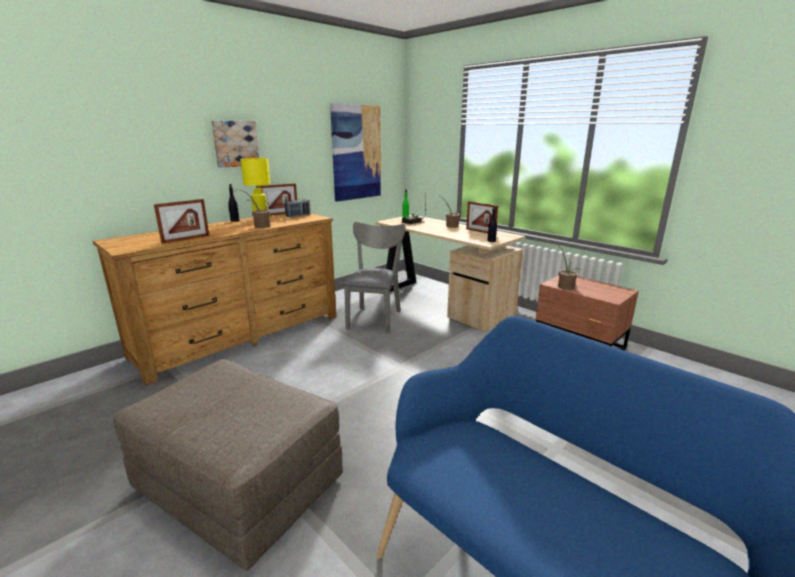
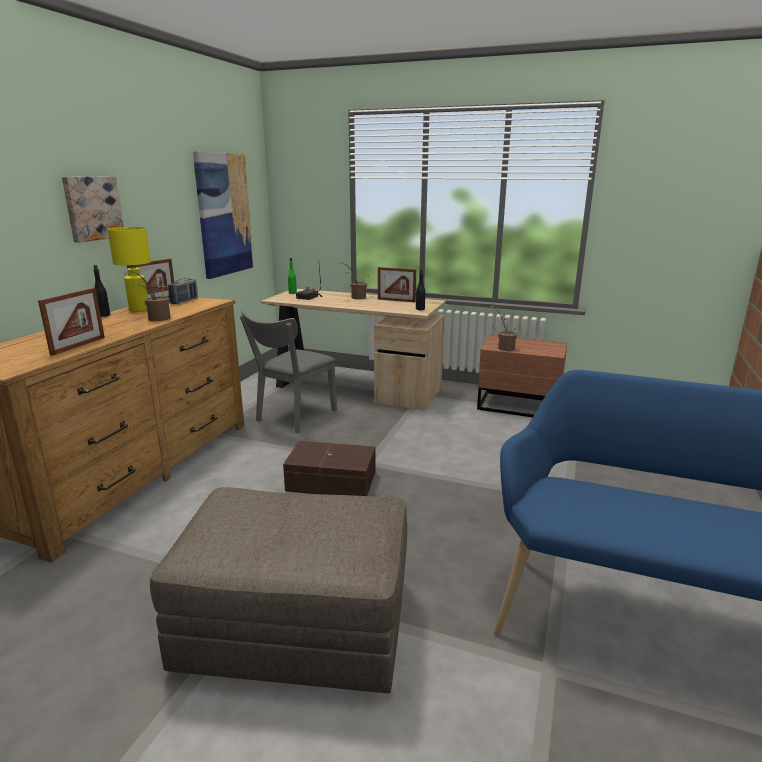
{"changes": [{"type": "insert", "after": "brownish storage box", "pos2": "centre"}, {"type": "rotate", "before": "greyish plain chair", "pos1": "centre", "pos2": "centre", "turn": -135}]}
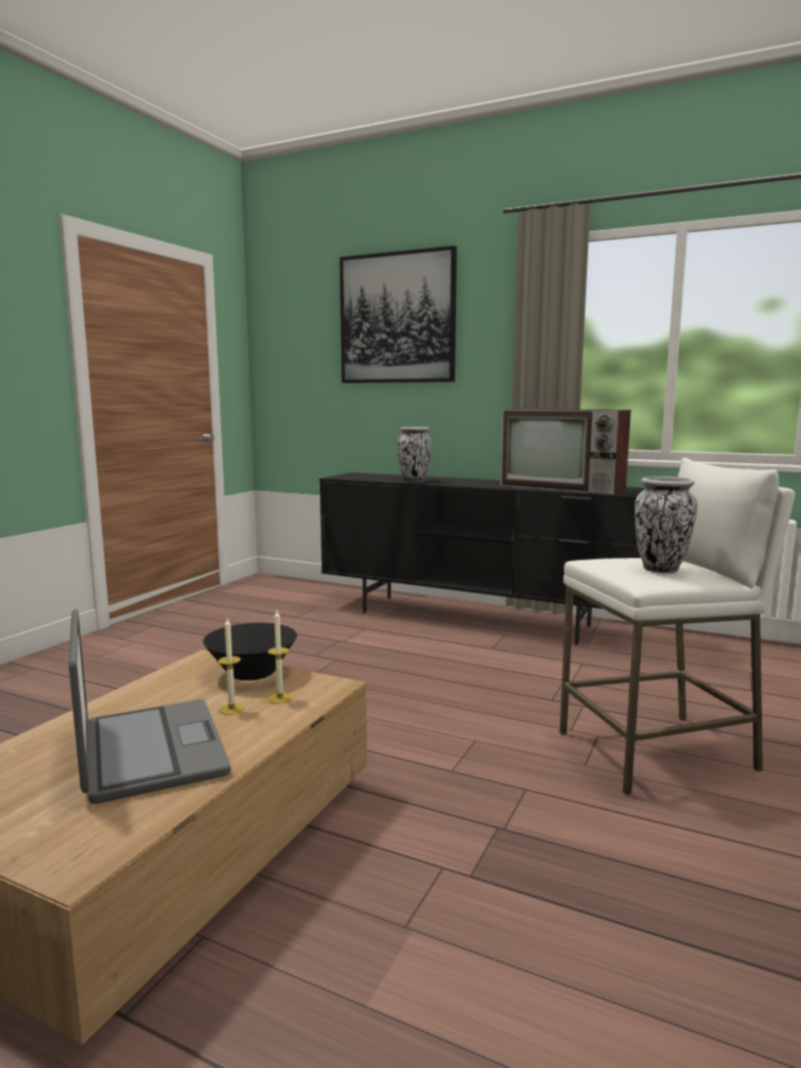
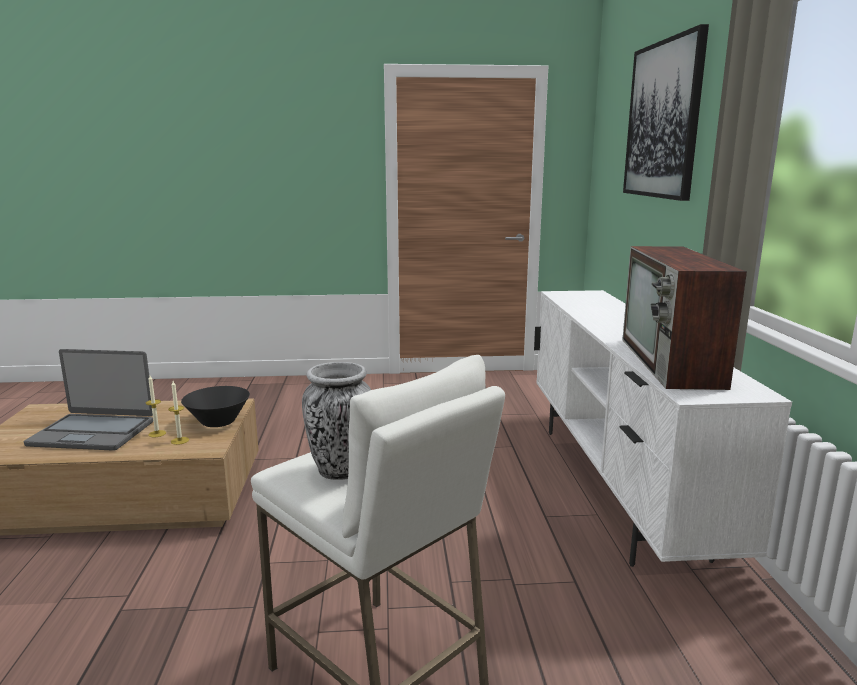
{"changes": [{"type": "delete", "before": "vase (1st from left)", "pos1": "centre"}, {"type": "recolor", "before": "black-coloured media console", "after": "whitish media console", "pos1": "centre", "pos2": "middle right"}, {"type": "rotate", "before": "notebook computer", "pos1": "middle left", "pos2": "middle left", "turn": 60}]}
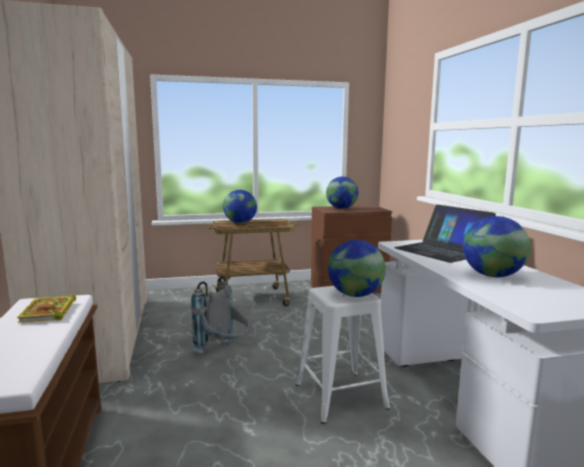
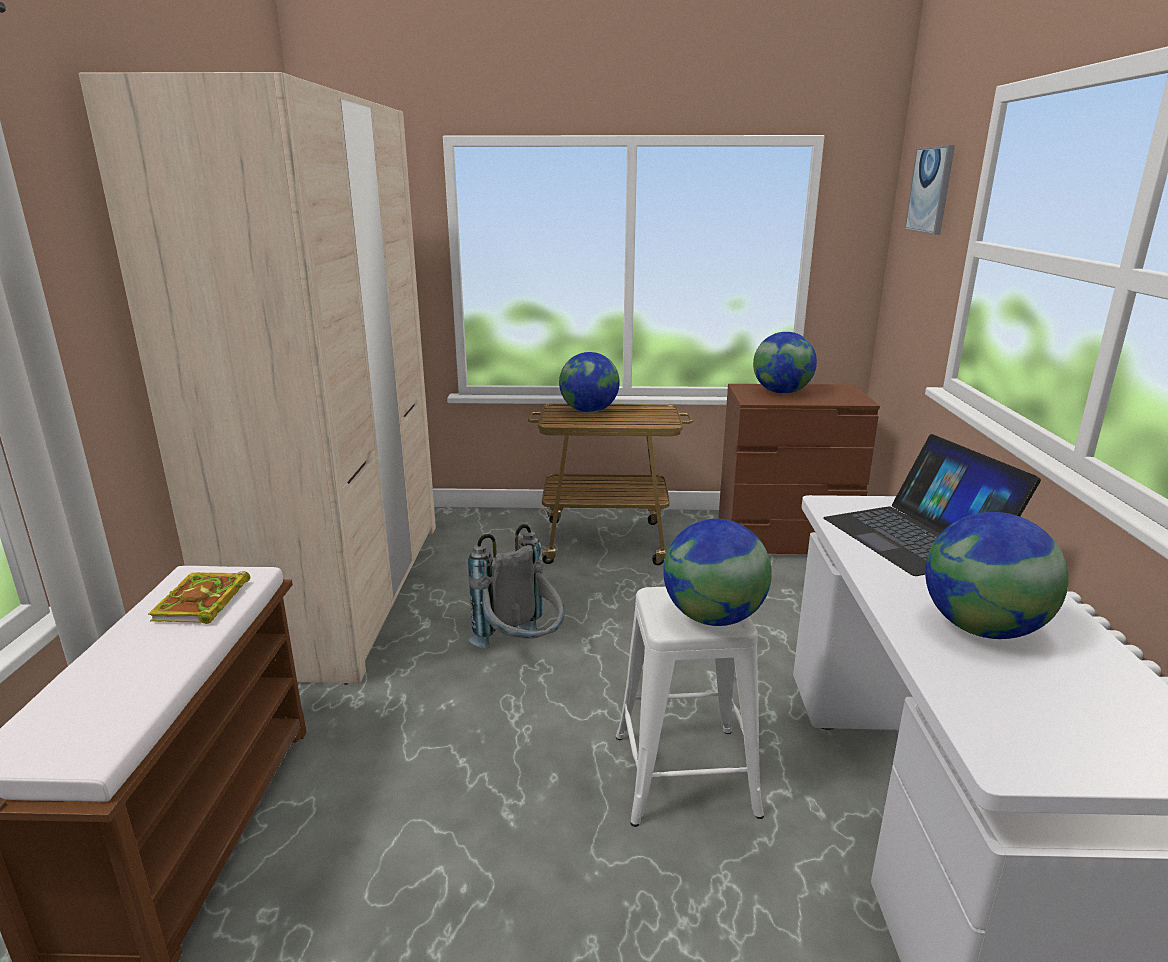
{"changes": [{"type": "insert", "after": "wall picture", "pos2": "top right"}]}
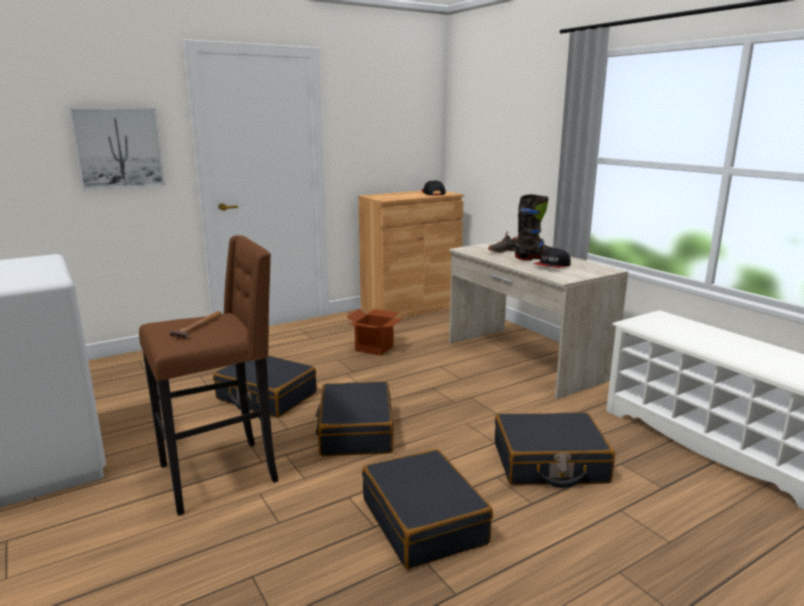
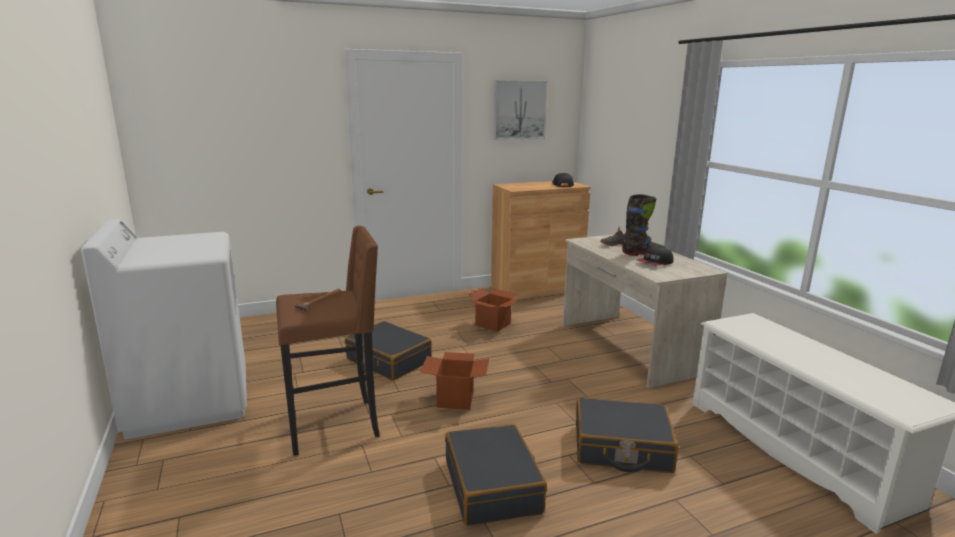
{"changes": [{"type": "move", "before": "wall picture", "pos1": "top left", "pos2": "top centre"}, {"type": "replace", "before": "black-coloured suitcase (2nd from left)", "after": "packing box (1st from left)", "pos1": "bottom centre", "pos2": "bottom centre"}]}
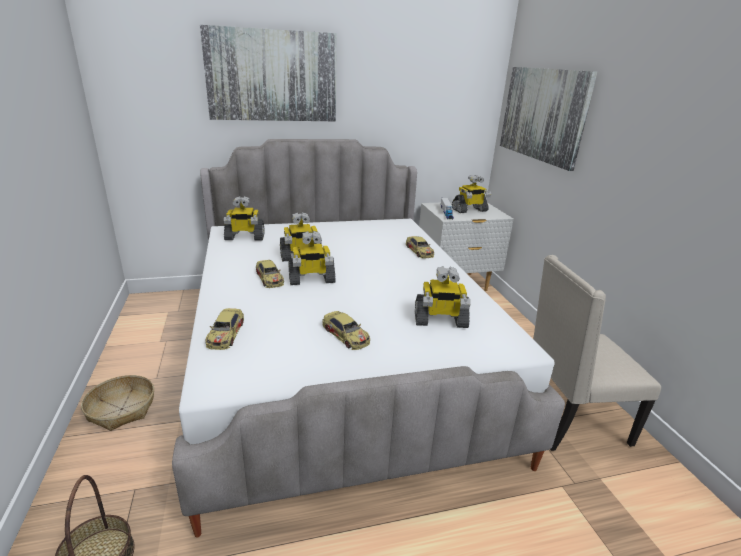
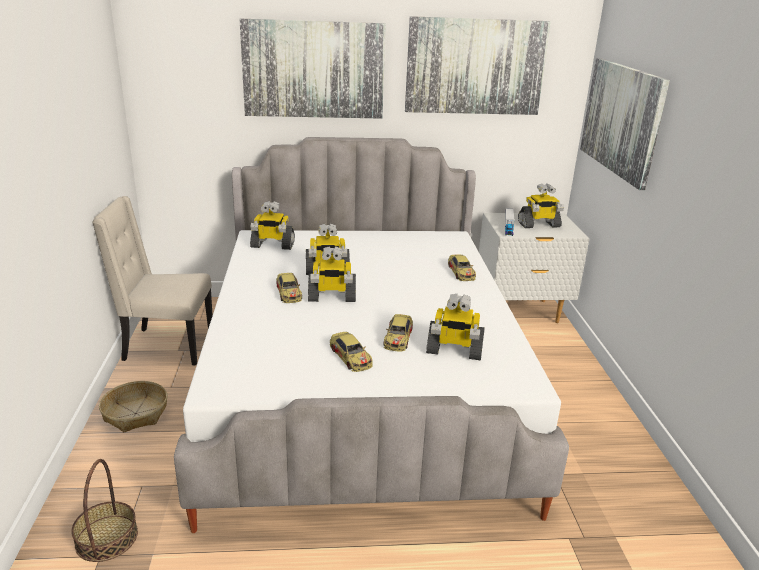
{"changes": [{"type": "insert", "after": "wall picture (2nd from left)", "pos2": "top centre"}, {"type": "move", "before": "toy car (1st from left in the first image)", "after": "toy car (3rd from left)", "pos1": "middle left", "pos2": "centre"}, {"type": "move", "before": "beige-coloured plain chair", "pos1": "middle right", "pos2": "middle left"}]}
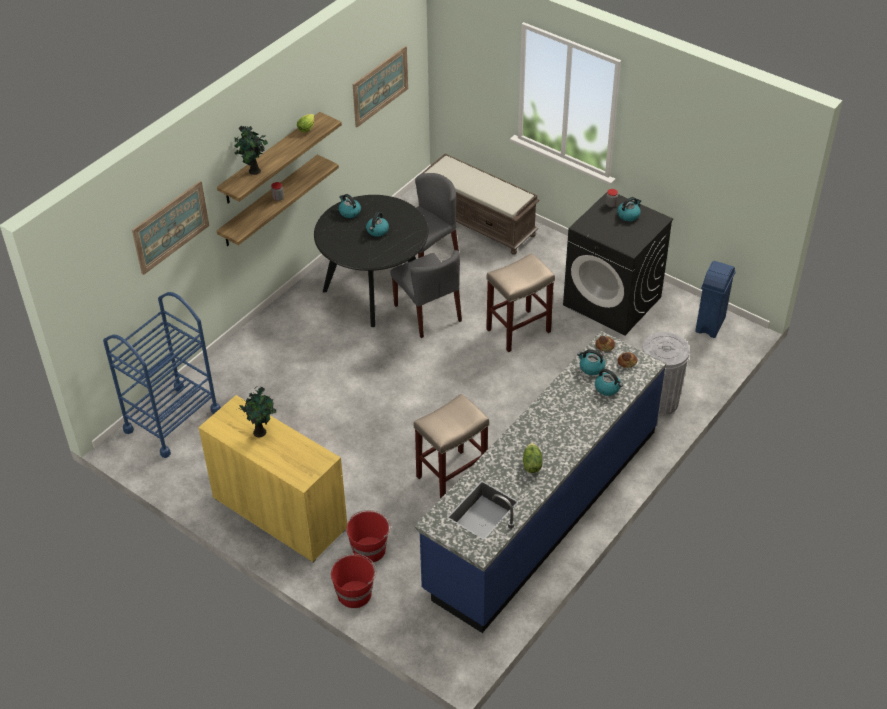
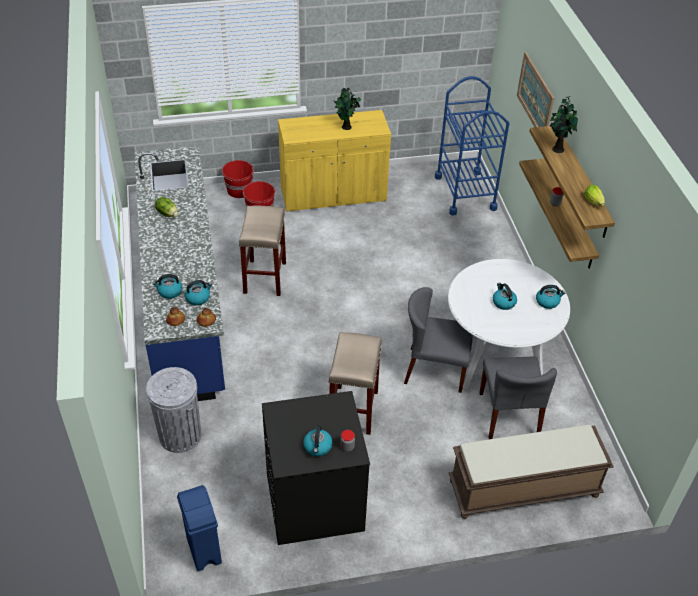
{"changes": [{"type": "delete", "before": "wall picture (2nd from left)", "pos1": "top centre"}, {"type": "recolor", "before": "black-coloured dining table", "after": "whitish dining table", "pos1": "centre", "pos2": "middle right"}]}
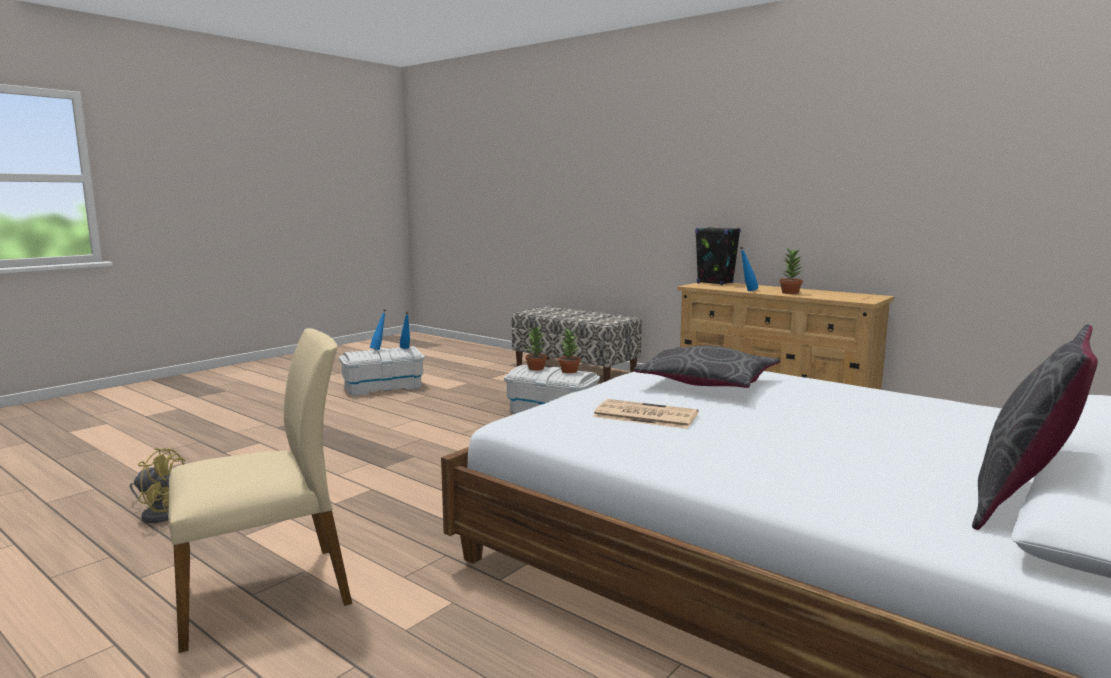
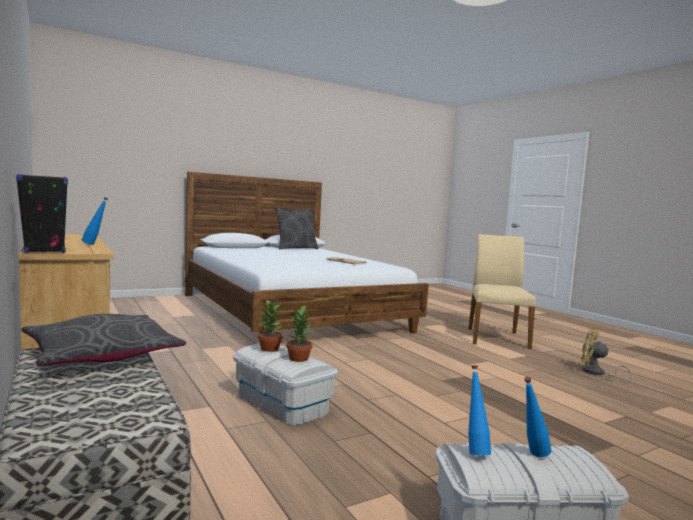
{"changes": [{"type": "delete", "before": "plant in a pot (3rd from left)", "pos1": "middle right"}, {"type": "move", "before": "greyish pillow (1st from left)", "pos1": "centre", "pos2": "middle left"}, {"type": "rotate", "before": "beige-coloured plain chair", "pos1": "bottom left", "pos2": "middle right", "turn": 105}]}
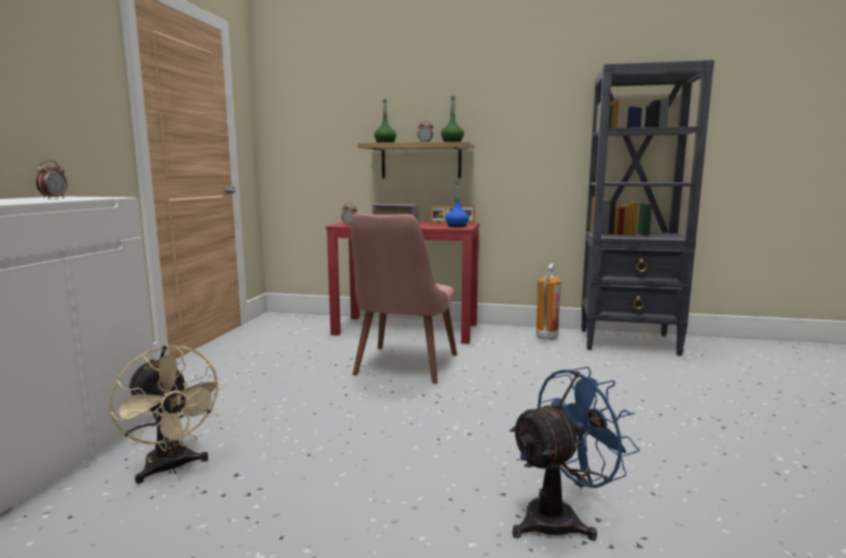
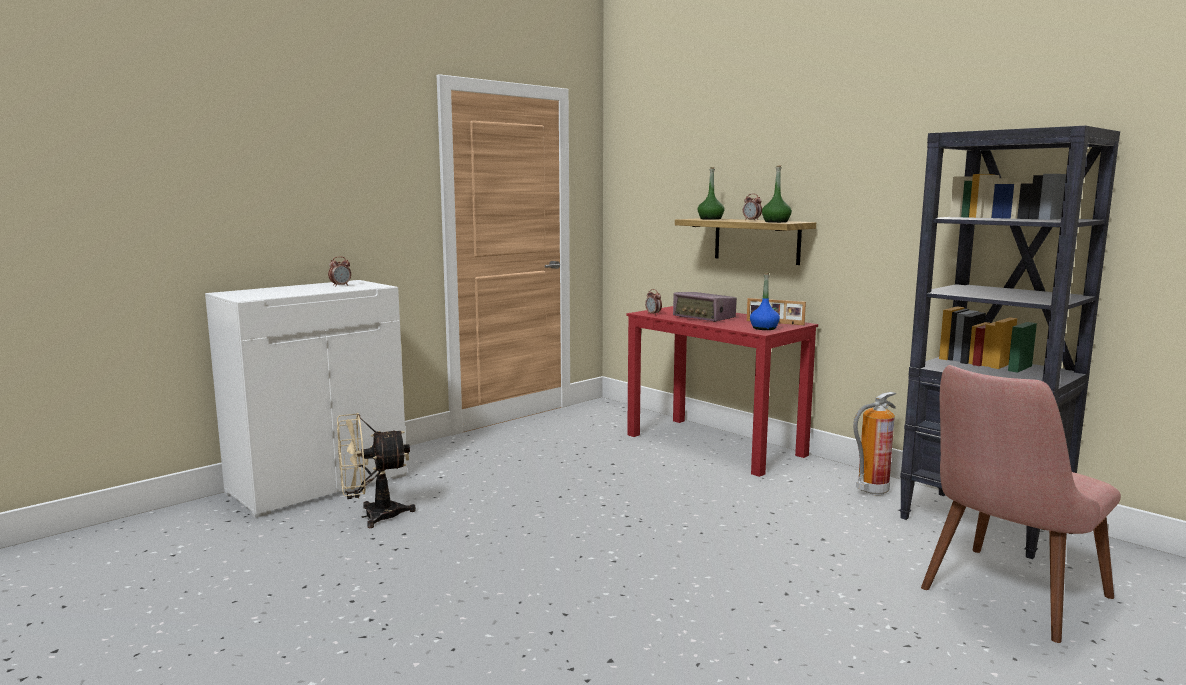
{"changes": [{"type": "delete", "before": "blue cooling fan", "pos1": "bottom right"}, {"type": "move", "before": "pinkish plain chair", "pos1": "centre", "pos2": "bottom right"}, {"type": "rotate", "before": "beige-coloured cooling fan", "pos1": "bottom left", "pos2": "bottom left", "turn": 75}]}
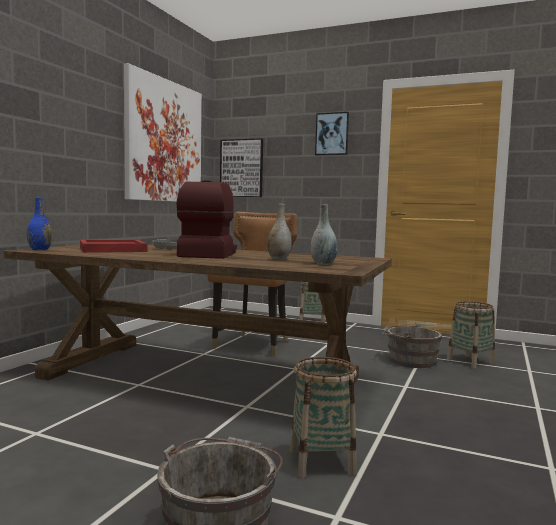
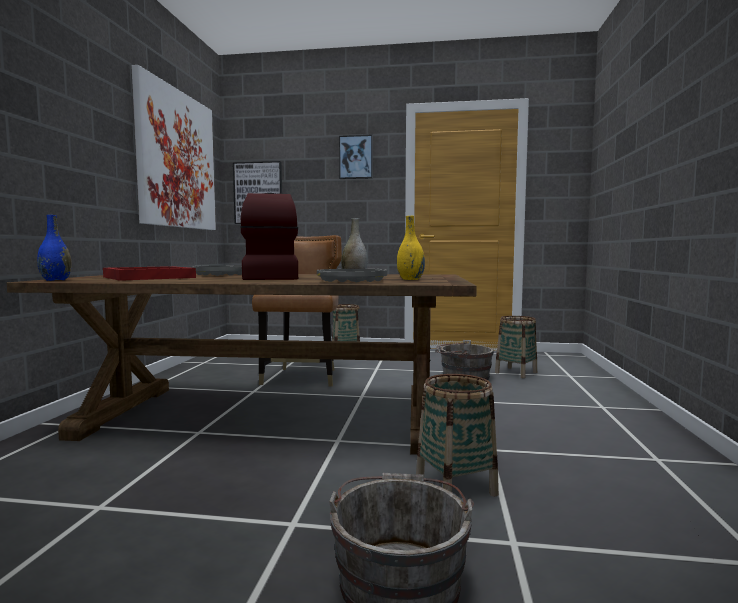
{"changes": [{"type": "insert", "after": "greyish tray (2nd from left)", "pos2": "centre"}, {"type": "recolor", "before": "greyish vase (2nd from left)", "after": "yellow-coloured vase", "pos1": "centre", "pos2": "centre"}]}
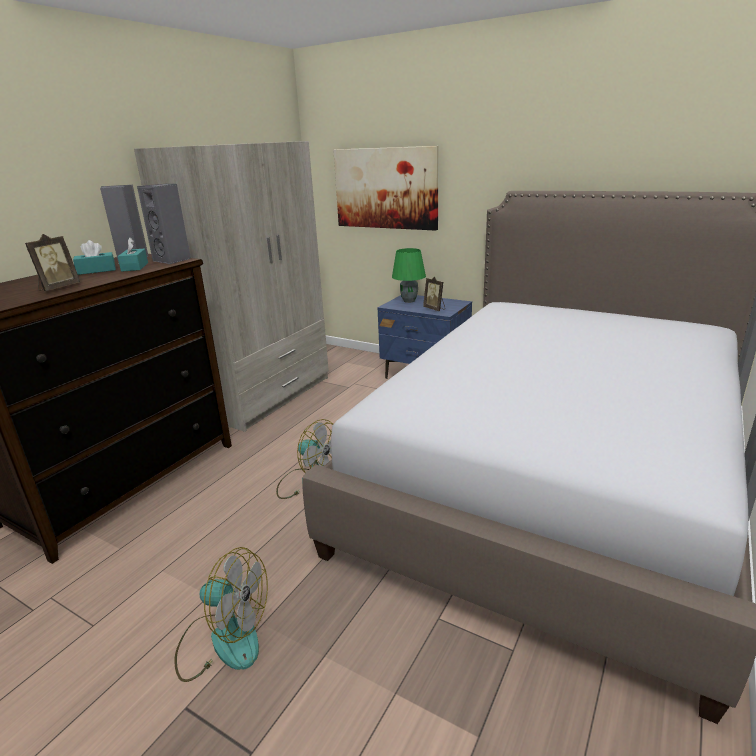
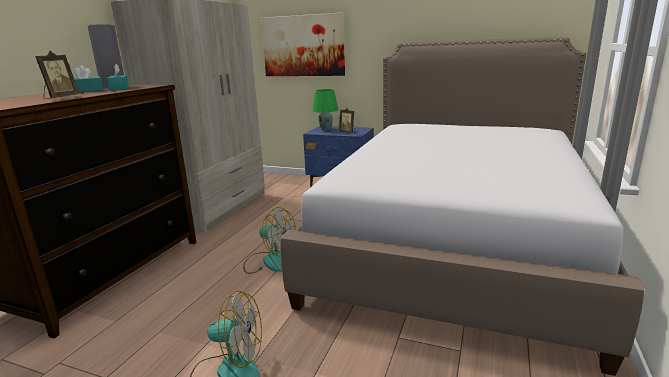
{"changes": [{"type": "delete", "before": "greyish audio speaker (2nd from left)", "pos1": "top left"}]}
